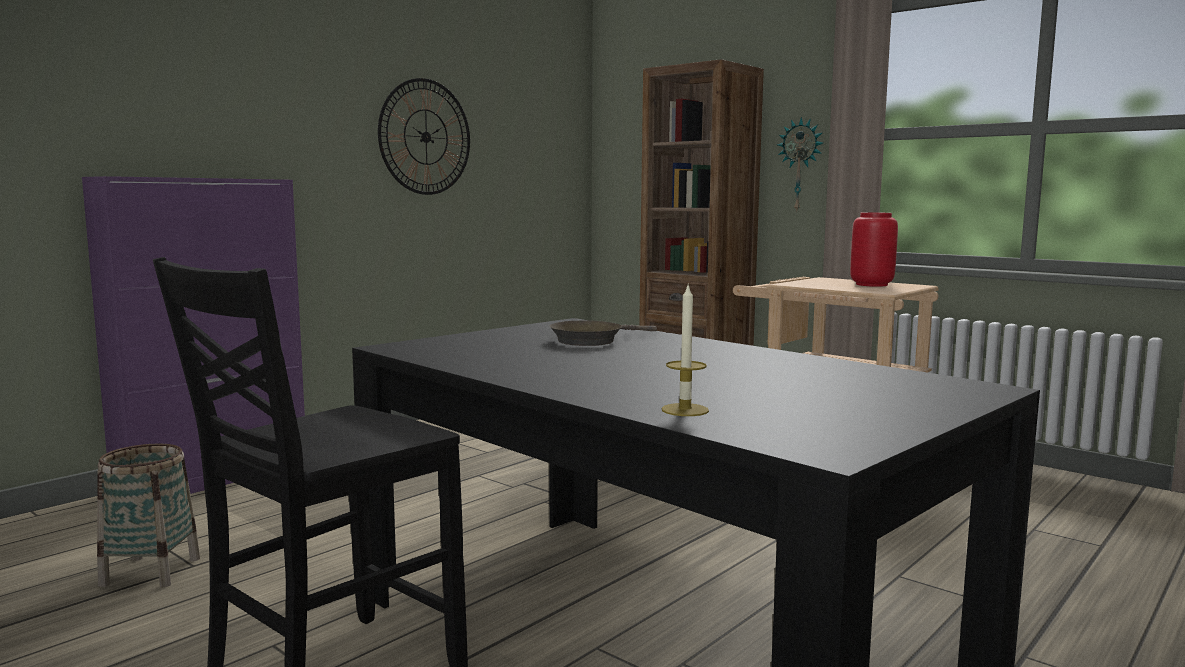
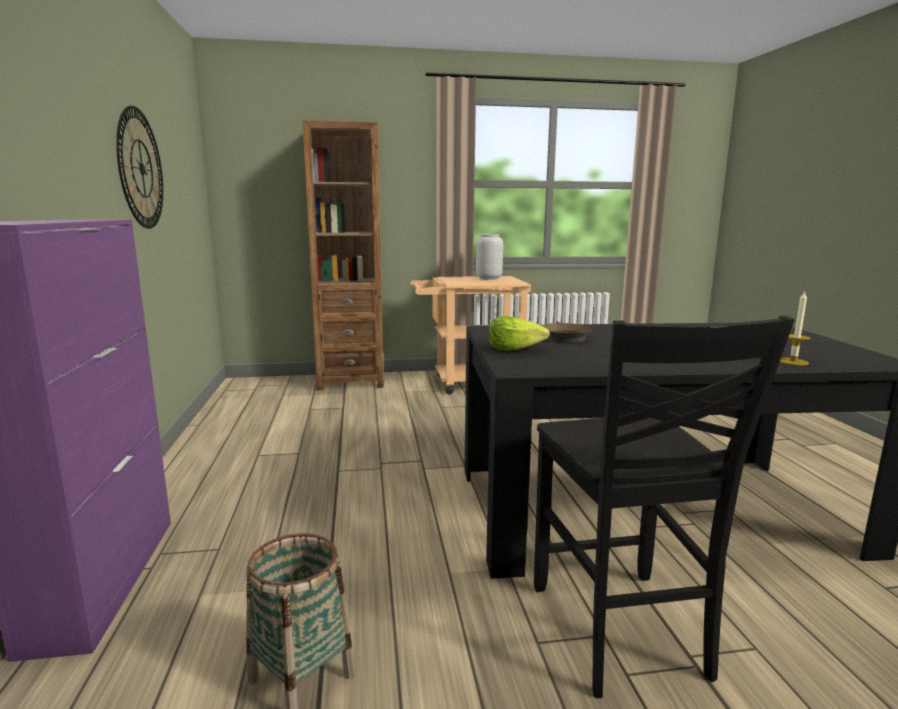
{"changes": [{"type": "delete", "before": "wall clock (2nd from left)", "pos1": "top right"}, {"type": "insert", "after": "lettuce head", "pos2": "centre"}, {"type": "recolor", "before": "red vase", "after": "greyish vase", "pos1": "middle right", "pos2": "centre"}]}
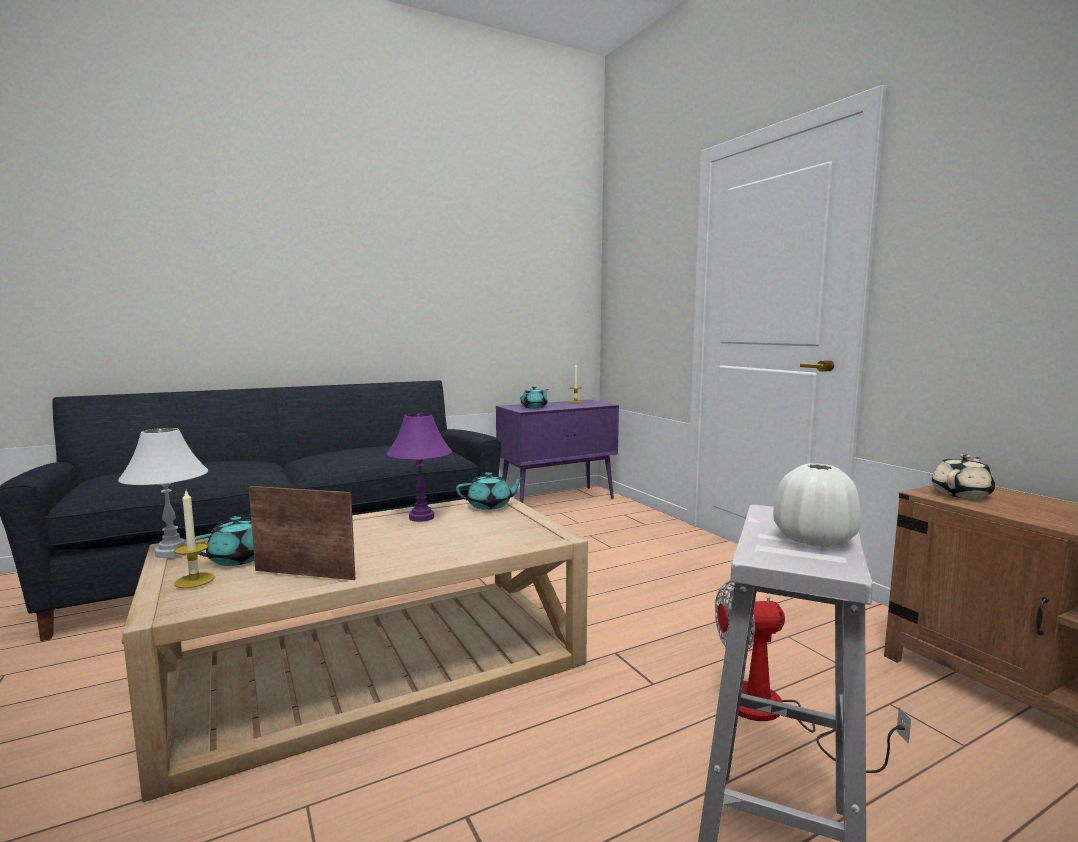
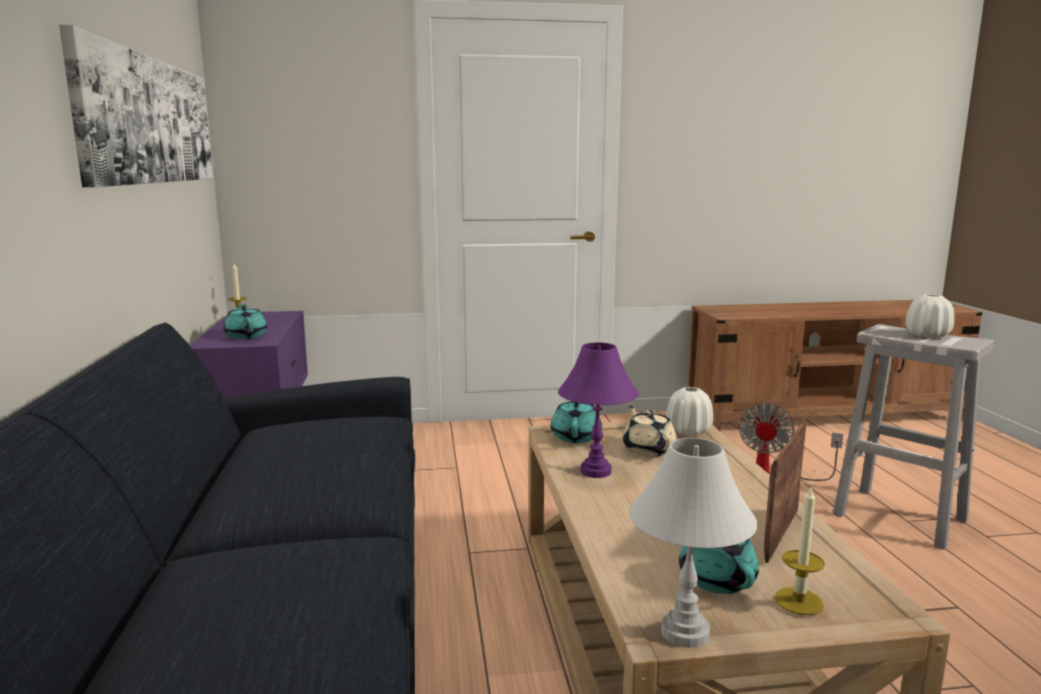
{"changes": [{"type": "insert", "after": "wall picture", "pos2": "top left"}, {"type": "insert", "after": "whitish vase (1st from left)", "pos2": "centre"}, {"type": "move", "before": "beige-coloured teapot", "pos1": "middle right", "pos2": "centre"}]}
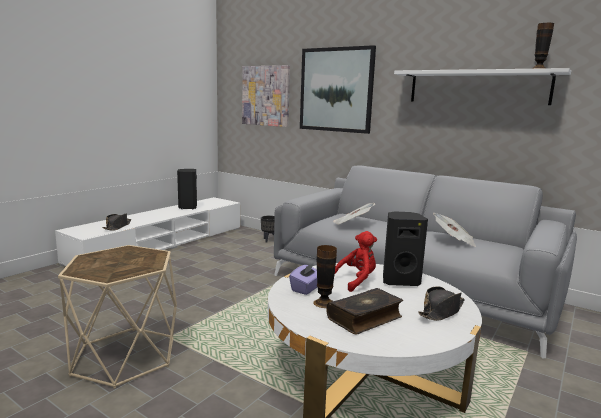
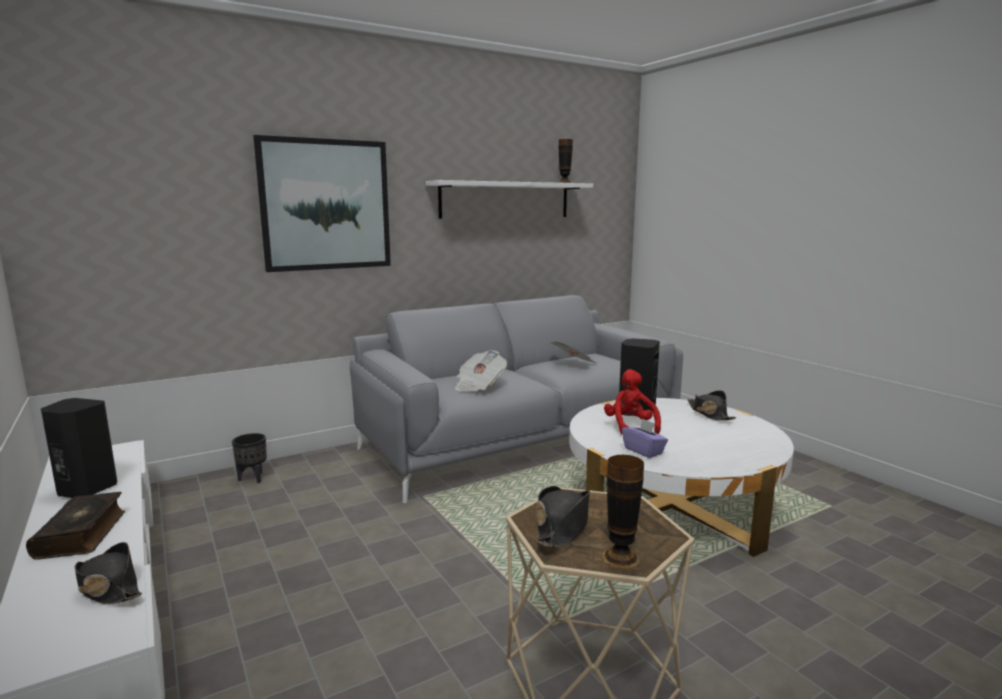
{"changes": [{"type": "delete", "before": "wall picture (1st from left)", "pos1": "top centre"}, {"type": "insert", "after": "black-coloured clothing hat (2nd from left)", "pos2": "bottom centre"}, {"type": "move", "before": "vase (1st from left in the first image)", "after": "vase (2nd from left)", "pos1": "centre", "pos2": "bottom centre"}, {"type": "move", "before": "book", "pos1": "bottom centre", "pos2": "bottom left"}]}
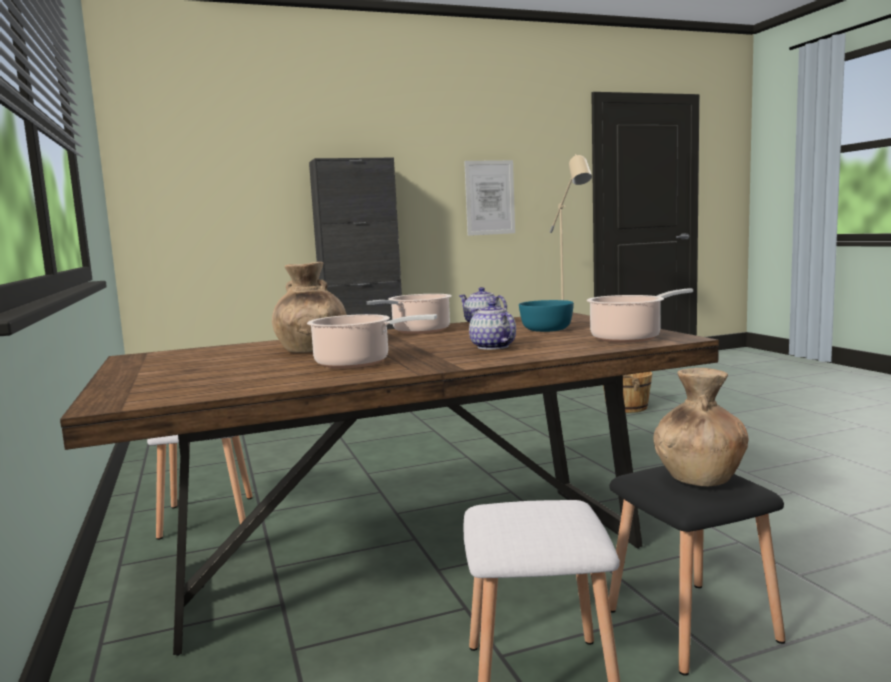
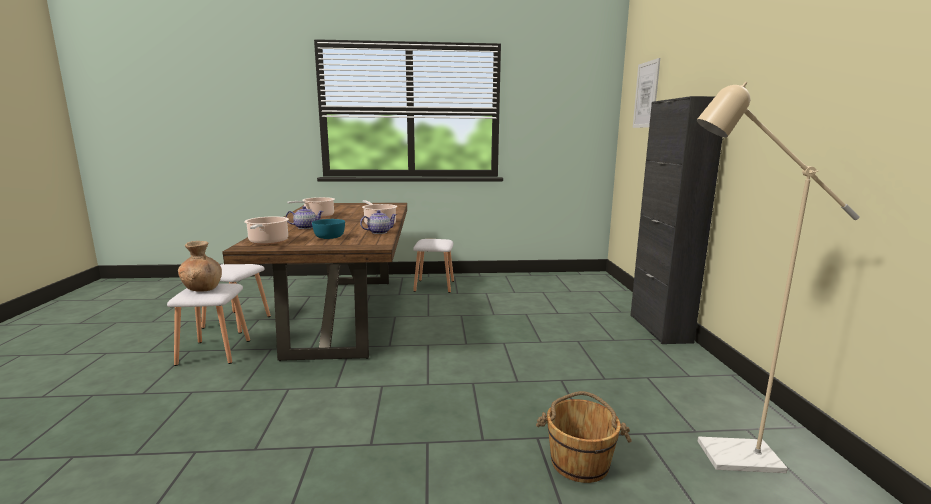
{"changes": [{"type": "delete", "before": "brownish vase (1st from left)", "pos1": "centre"}, {"type": "move", "before": "wall picture", "pos1": "top centre", "pos2": "top right"}, {"type": "recolor", "before": "black-coloured sitting stool", "after": "whitish sitting stool (1st from left)", "pos1": "bottom right", "pos2": "middle left"}]}
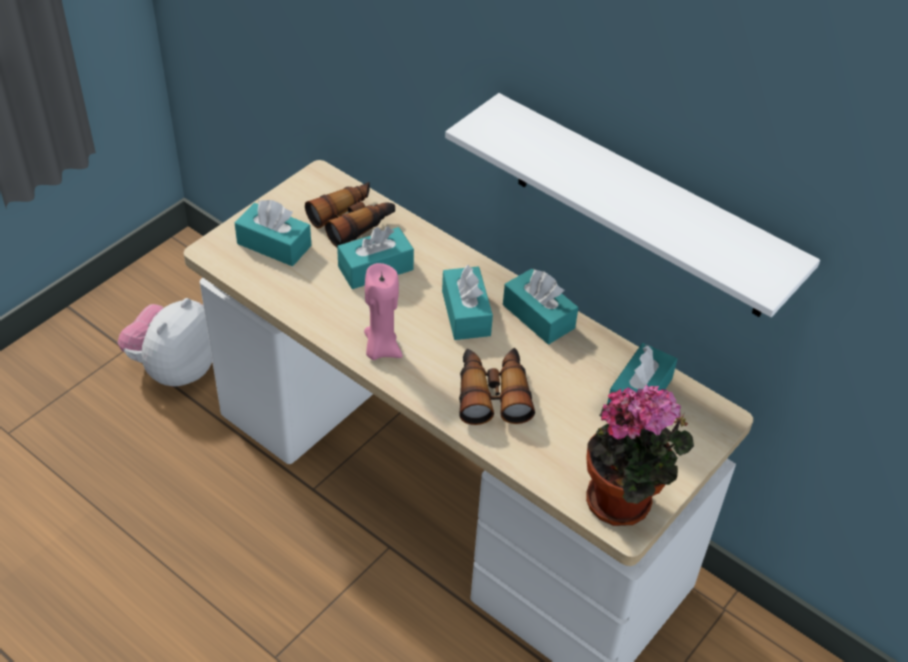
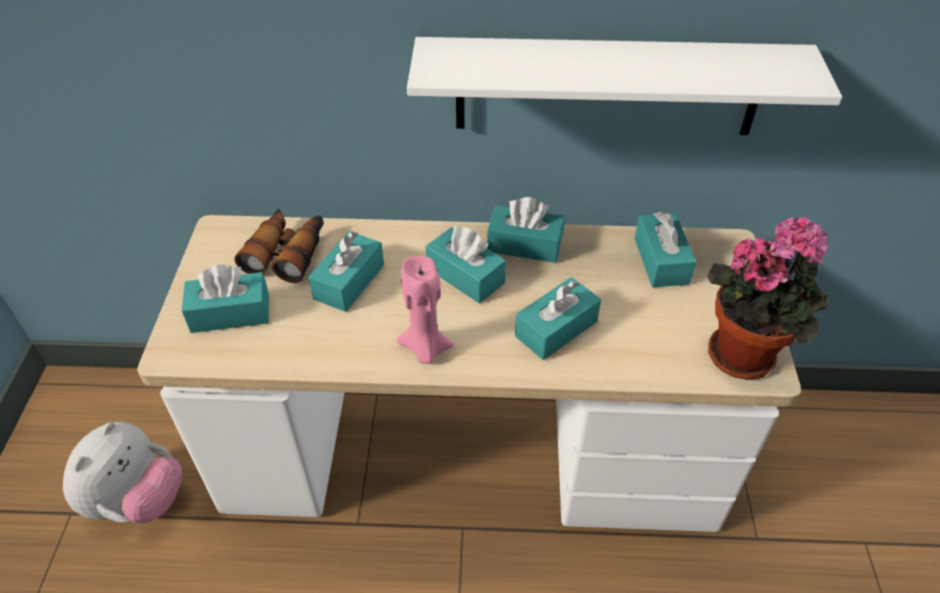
{"changes": [{"type": "replace", "before": "pair of binoculars (2nd from left)", "after": "turquoise tissue box (5th from left)", "pos1": "centre", "pos2": "centre"}, {"type": "rotate", "before": "soft toy", "pos1": "middle left", "pos2": "bottom left", "turn": -150}]}
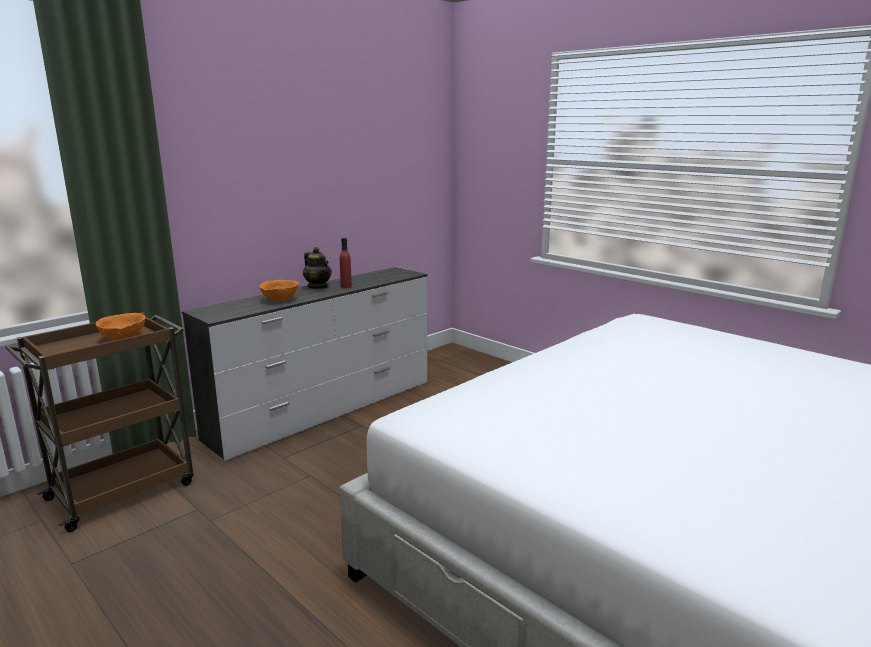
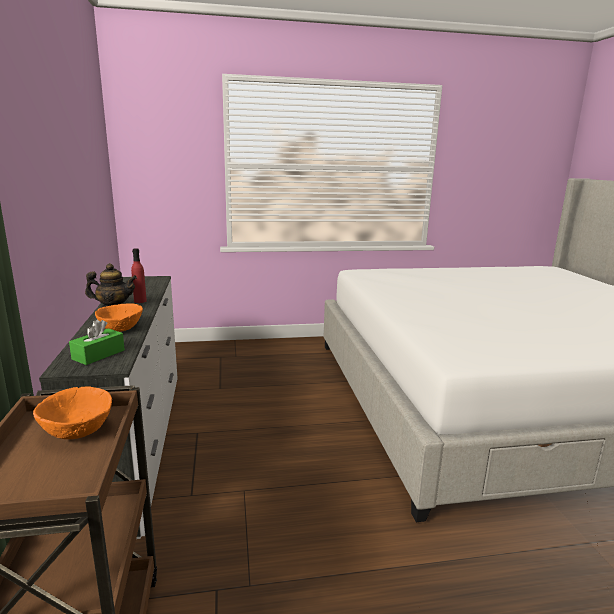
{"changes": [{"type": "insert", "after": "green-coloured tissue box", "pos2": "middle left"}]}
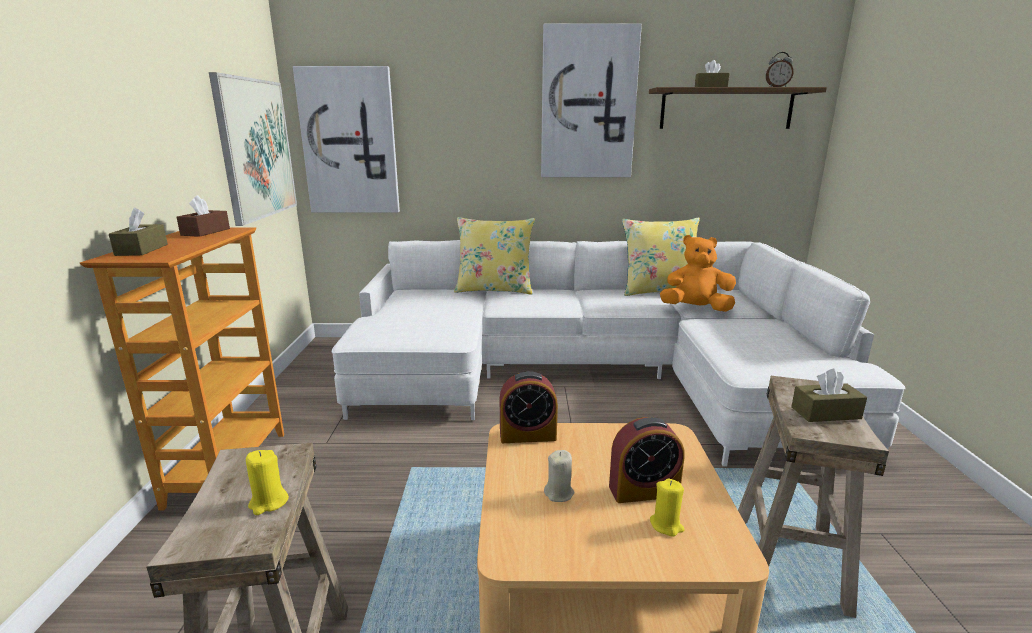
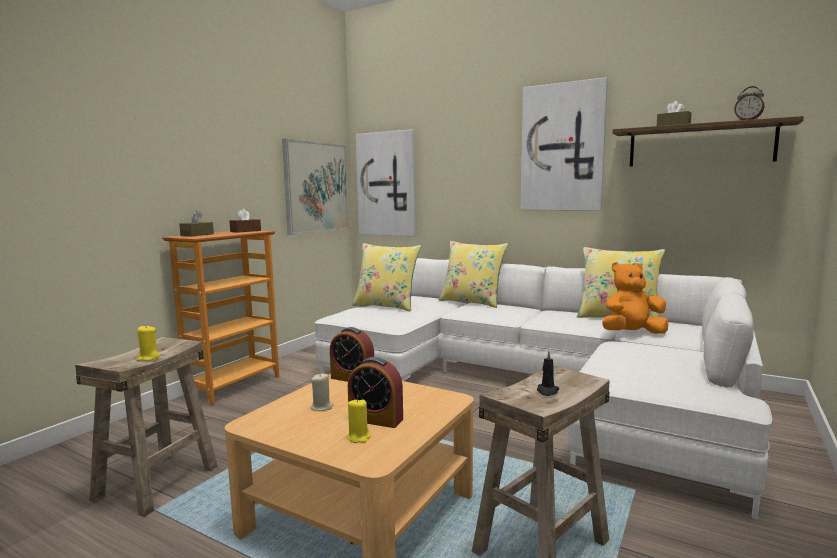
{"changes": [{"type": "insert", "after": "yellow-coloured pillow (1st from left)", "pos2": "centre"}, {"type": "replace", "before": "brownish tissue box (4th from left)", "after": "black-coloured wax candle", "pos1": "middle right", "pos2": "bottom centre"}, {"type": "rotate", "before": "orange soft toy", "pos1": "middle right", "pos2": "middle right", "turn": -45}]}
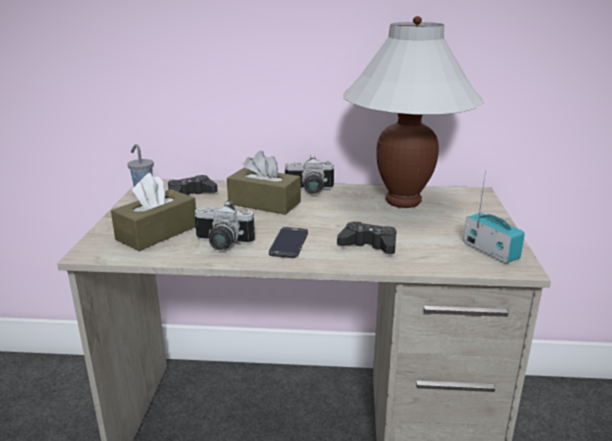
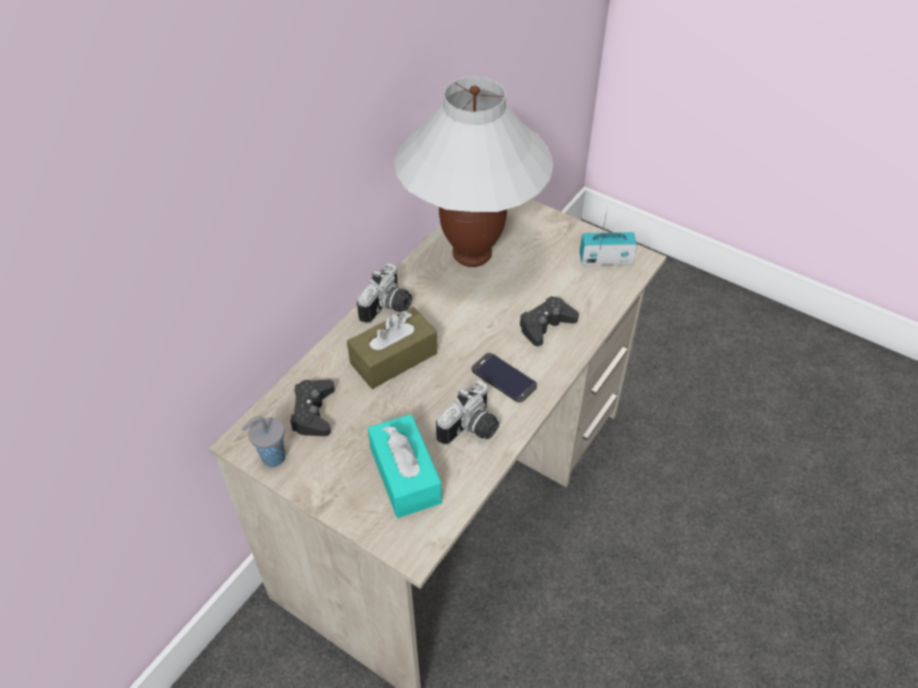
{"changes": [{"type": "recolor", "before": "brownish tissue box (1st from left)", "after": "turquoise tissue box", "pos1": "middle left", "pos2": "bottom centre"}]}
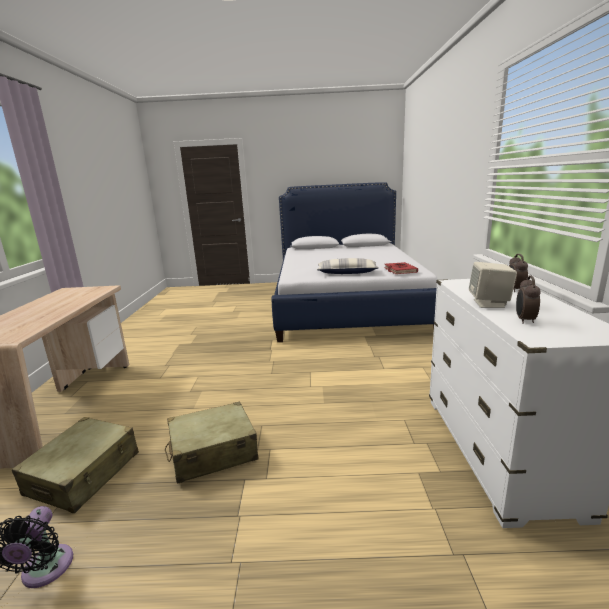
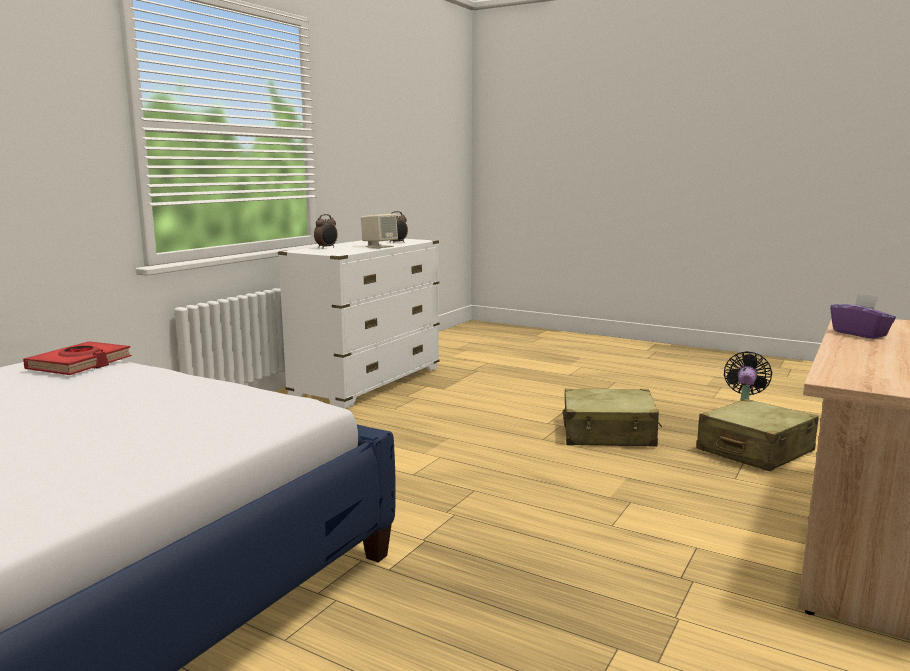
{"changes": [{"type": "delete", "before": "pillow", "pos1": "centre"}, {"type": "insert", "after": "purple-coloured tissue box", "pos2": "middle right"}]}
